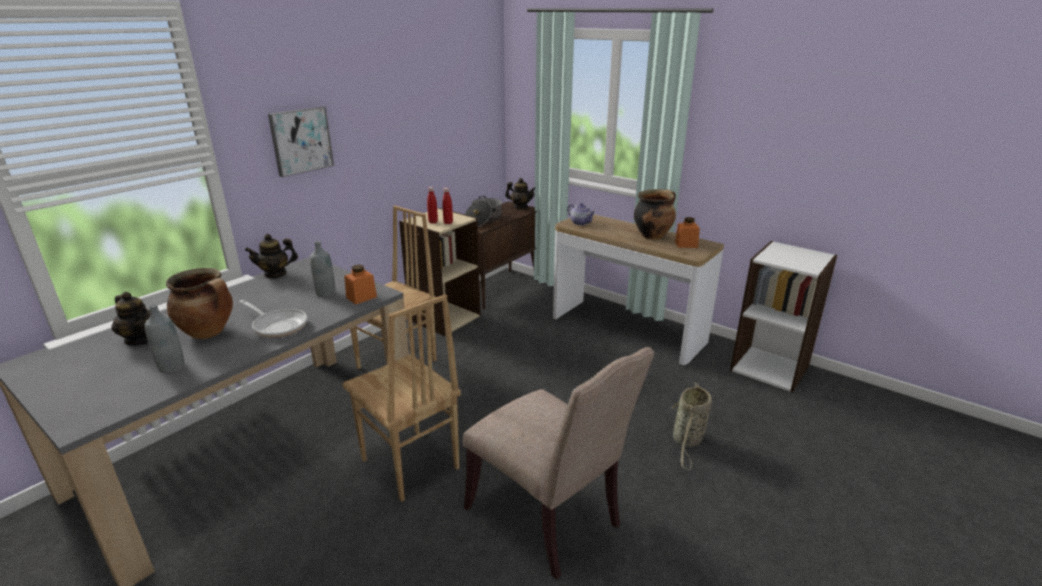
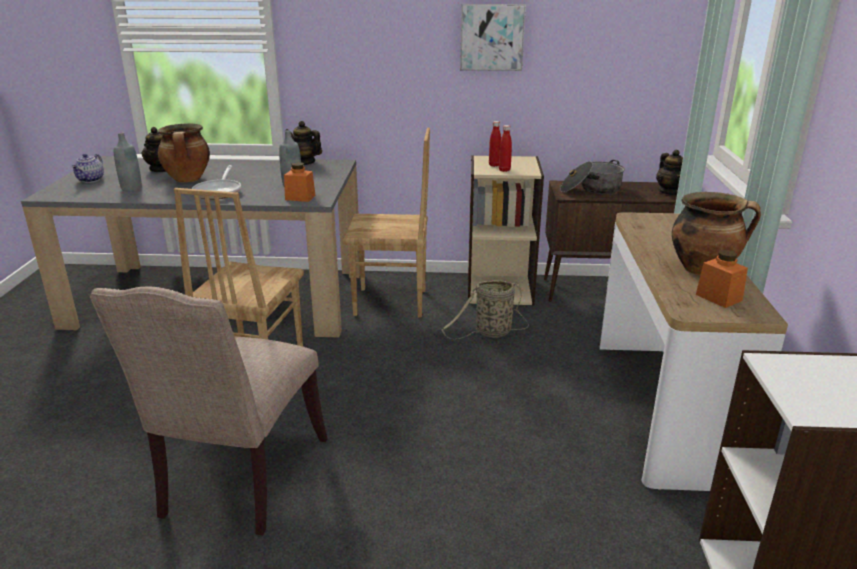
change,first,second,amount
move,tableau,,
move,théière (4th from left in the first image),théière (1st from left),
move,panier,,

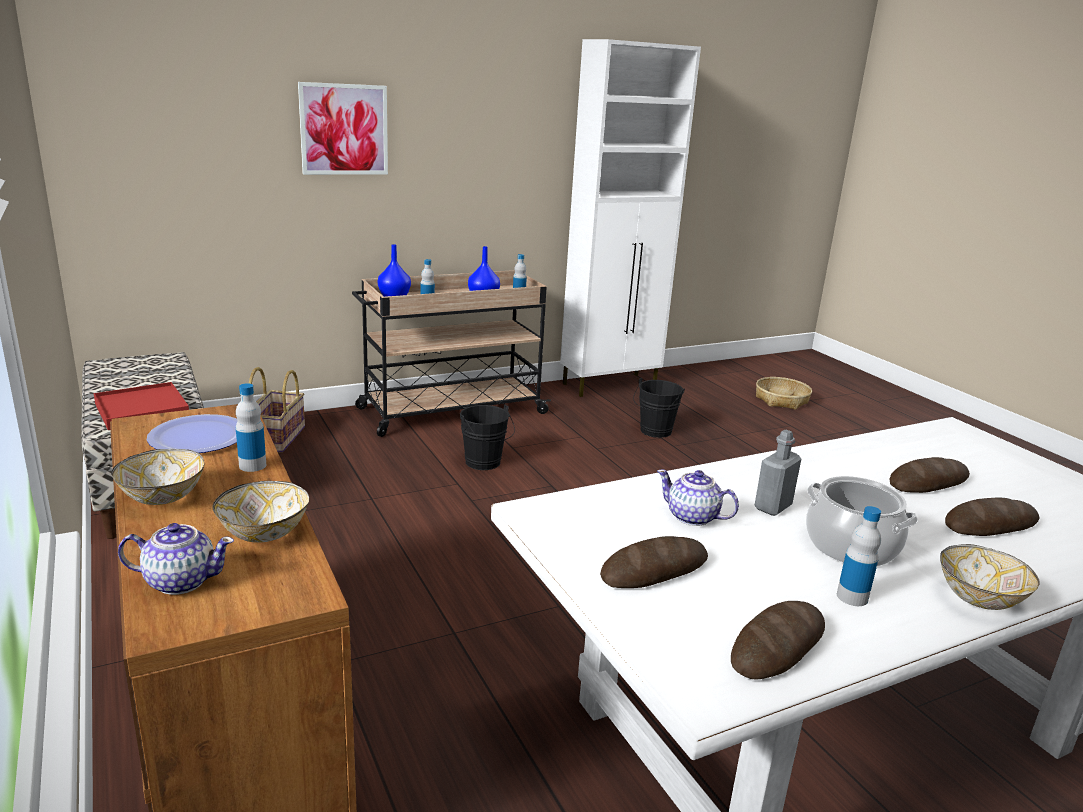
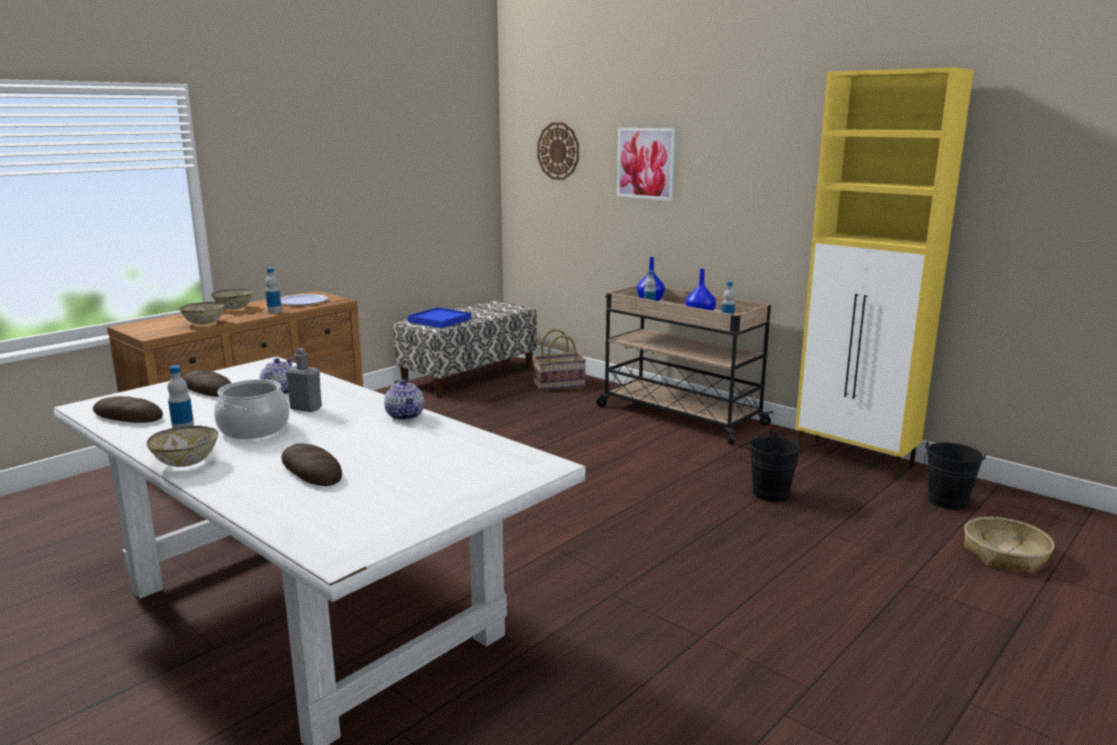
change,first,second,amount
delete,pain (3rd from left),,
insert,,horloge murale,
move,théière (1st from left in the first image),théière (2nd from left),
move,seau/noir (1st from left in the first image),seau/noir (2nd from left),
recolor,plateau/rouge,plateau/bleu,
recolor,meuble de rangement/blanc,meuble de rangement/jaune,

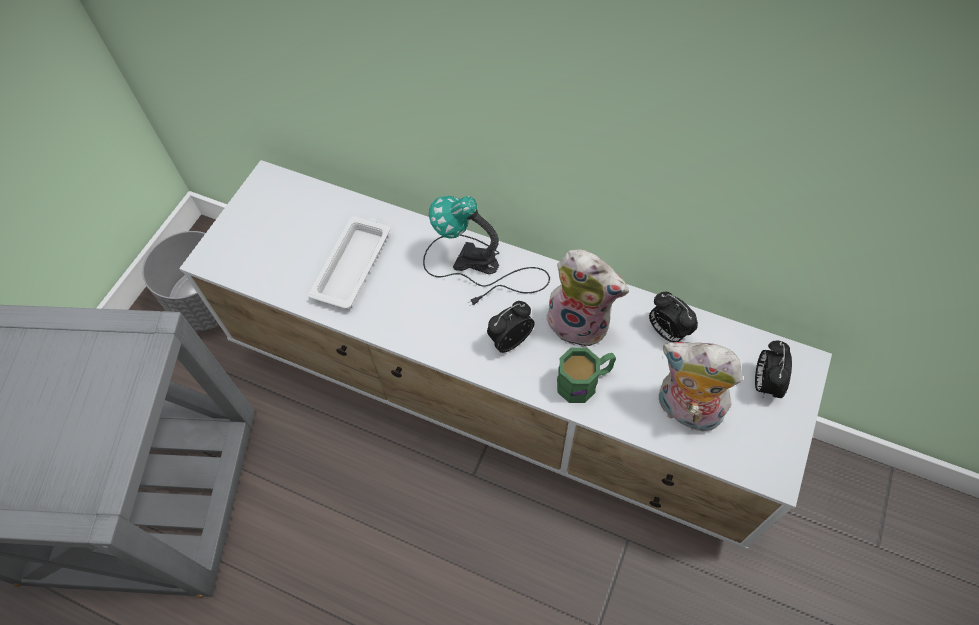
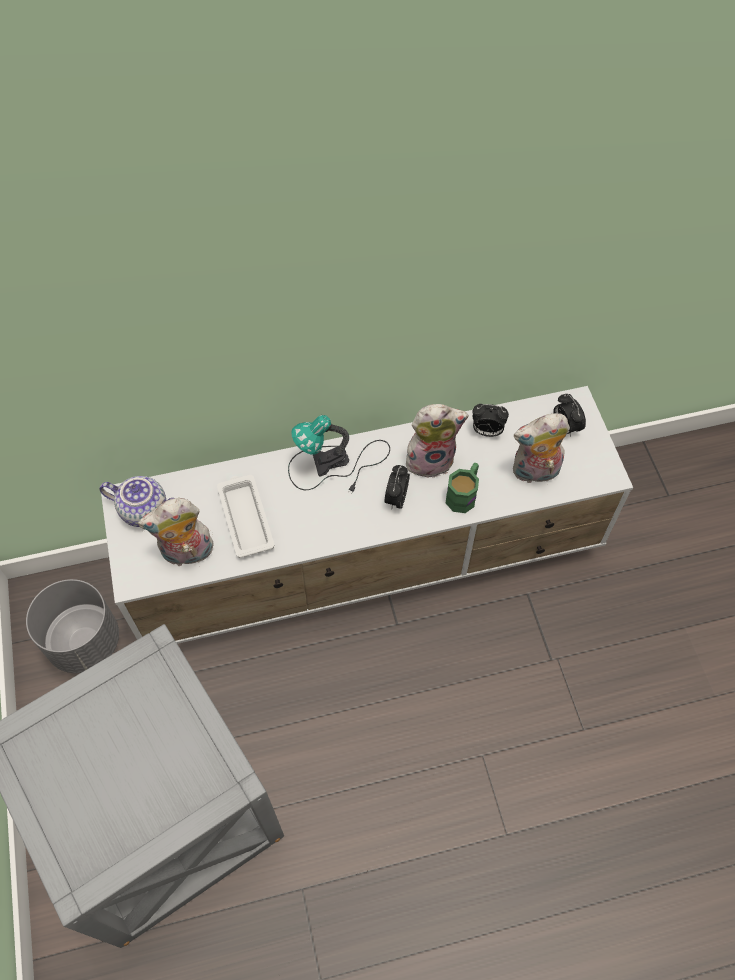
change,first,second,amount
insert,,théière,
insert,,peluche (1st from left),

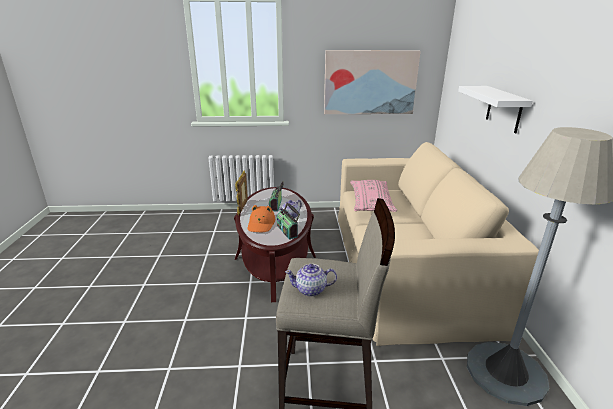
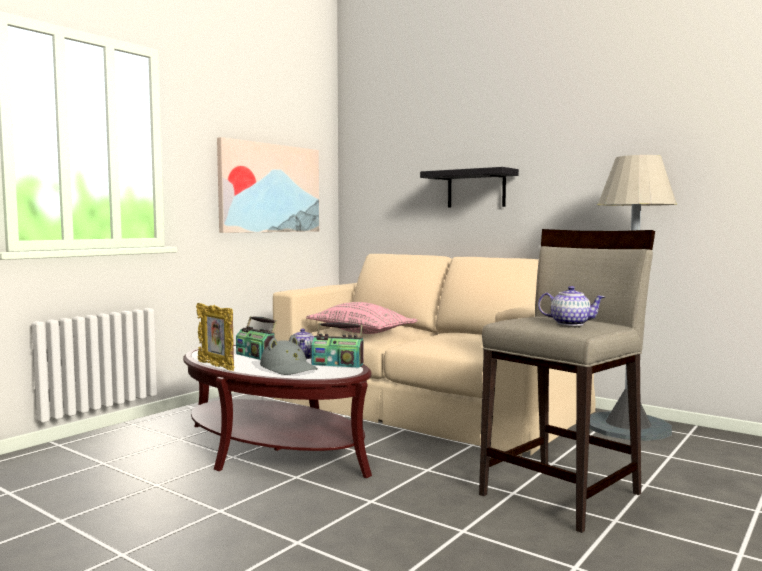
change,first,second,amount
recolor,chapeau/orange,chapeau/gris,
recolor,étagère/blanc,étagère/noir,
rotate,théière (2nd from left),,105 degrees counterclockwise

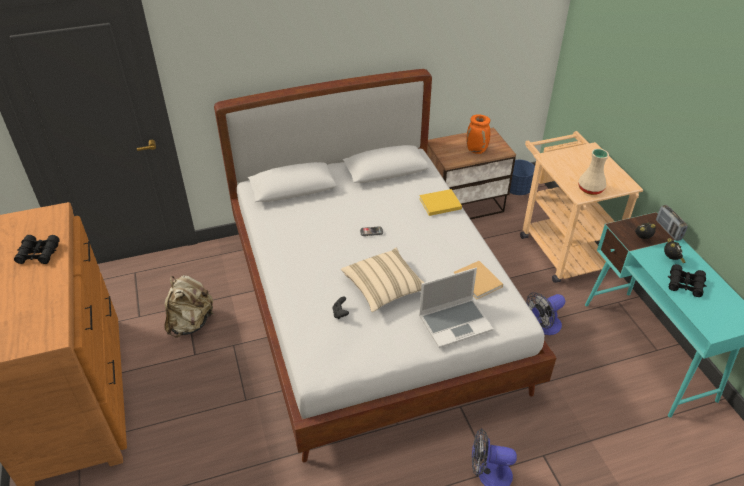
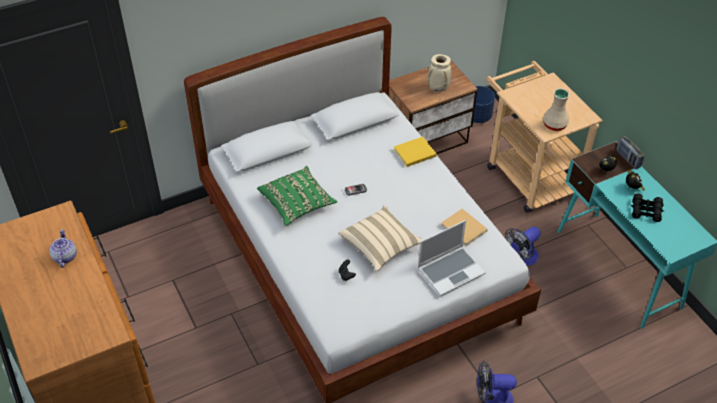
change,first,second,amount
delete,sac à dos/beige,,
insert,,coussin/vert,
replace,jumelles/noir (1st from left),théière,
recolor,vase/orange,vase/beige (1st from left),

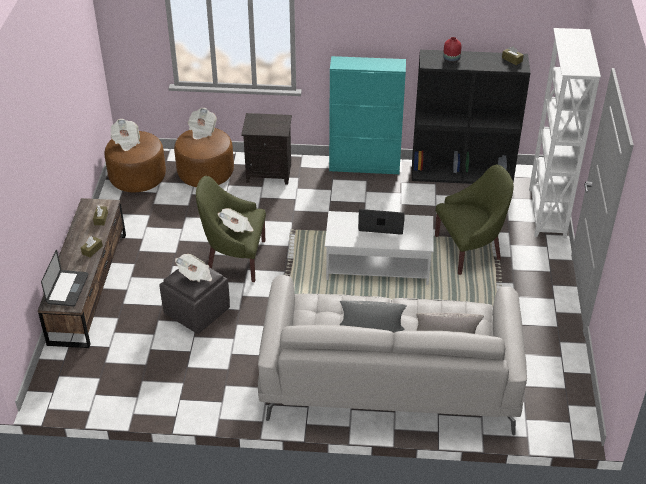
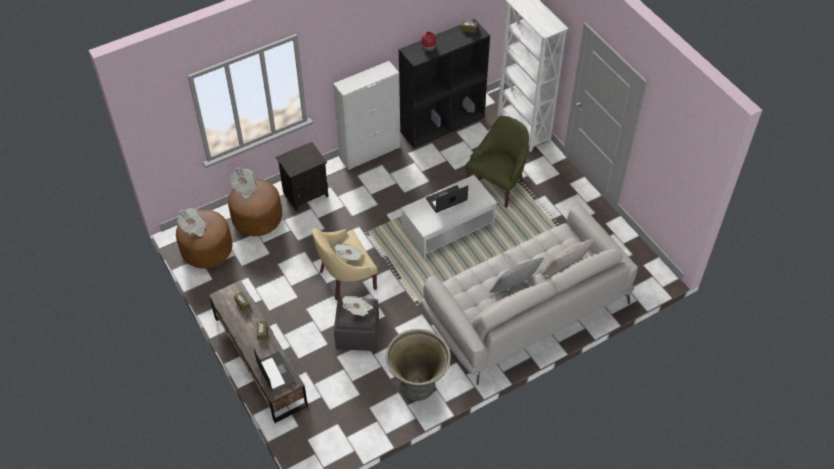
change,first,second,amount
insert,,cache-pot/gris,
recolor,fauteuil/vert (1st from left),fauteuil/beige,
recolor,meuble de rangement/turquoise,meuble de rangement/blanc,

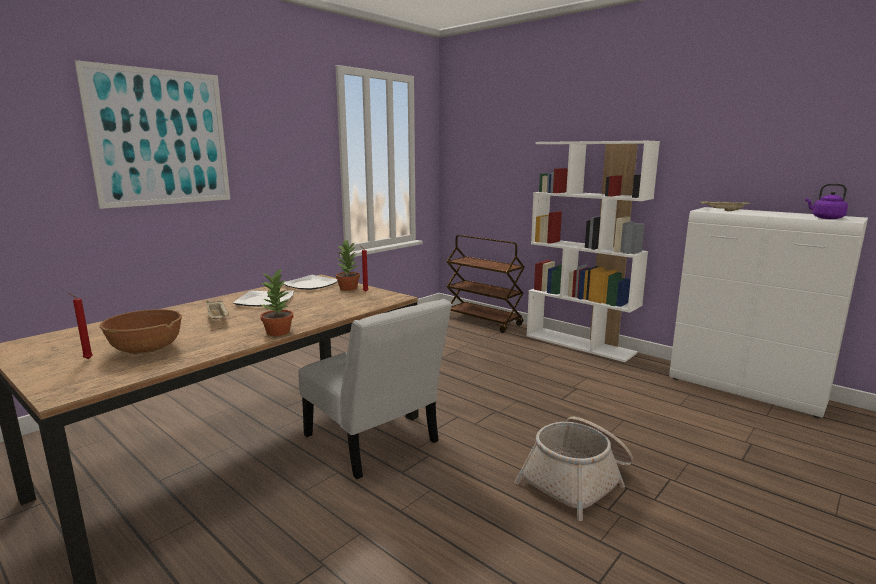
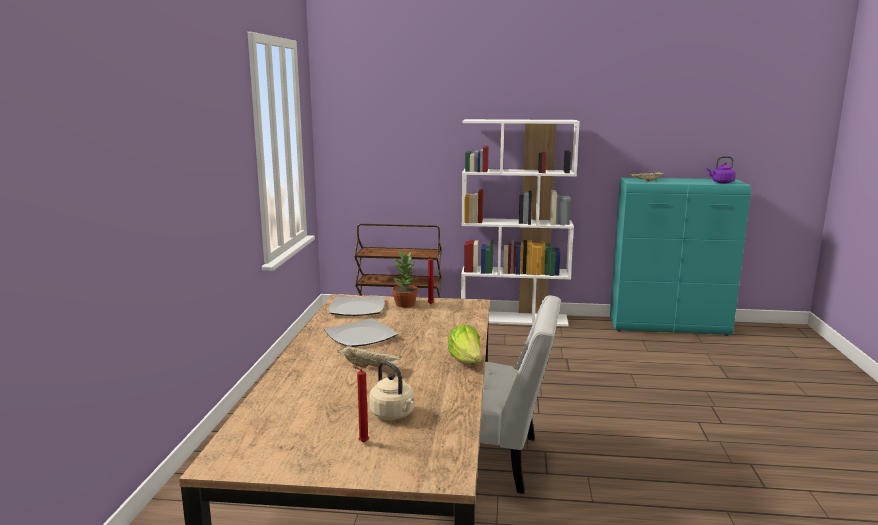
change,first,second,amount
delete,tableau,,
delete,panier,,
replace,bol/marron,bouilloire/beige,
replace,plante en pot (1st from left),laitue,
recolor,meuble de rangement/blanc,meuble de rangement/turquoise,

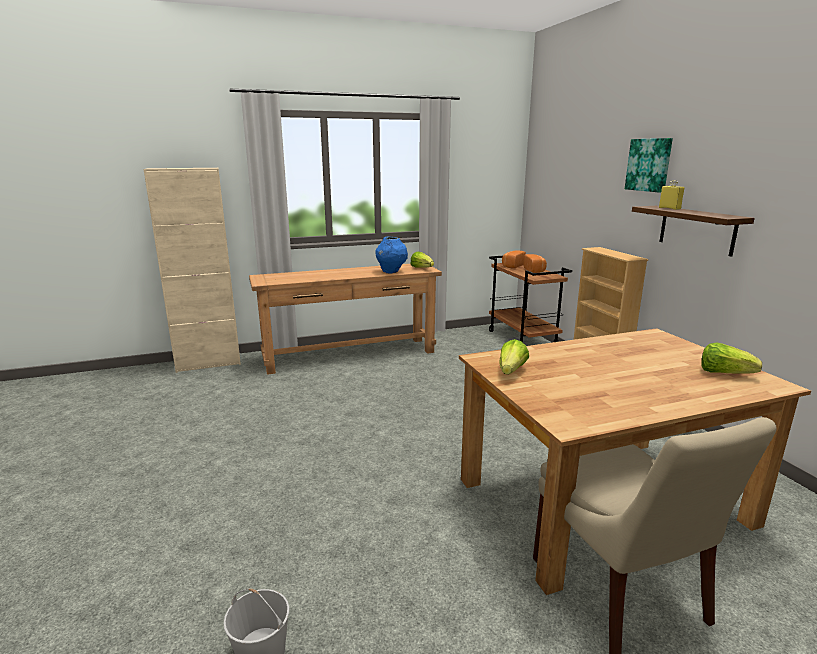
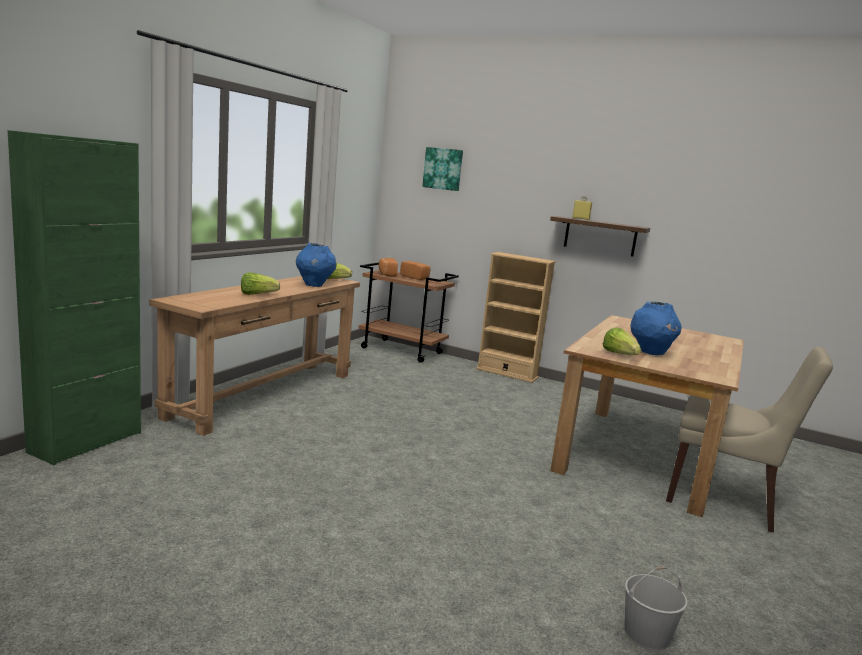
change,first,second,amount
insert,,vase/bleu (2nd from left),
move,tableau,,
move,laitue (3rd from left in the first image),laitue (1st from left),
recolor,meuble de rangement/beige,meuble de rangement/vert,

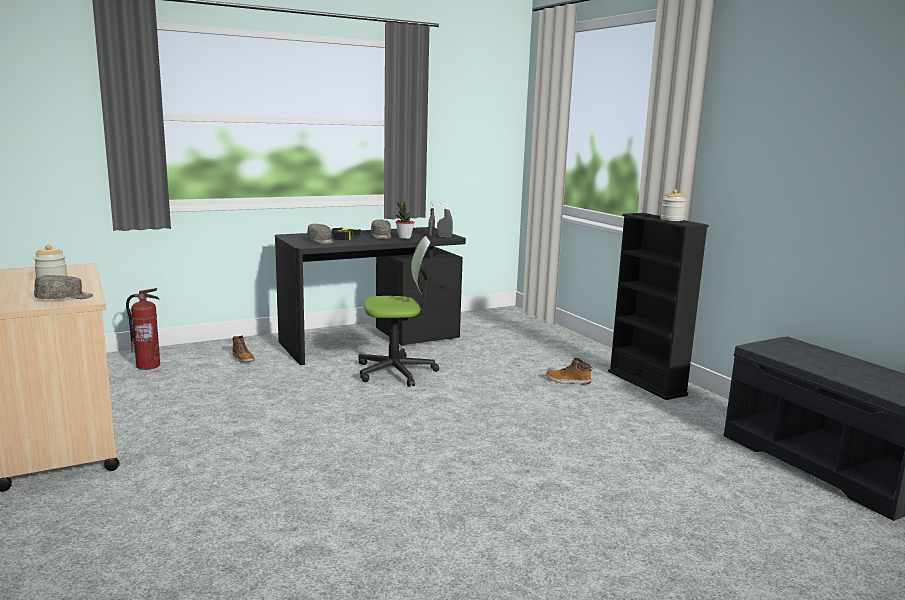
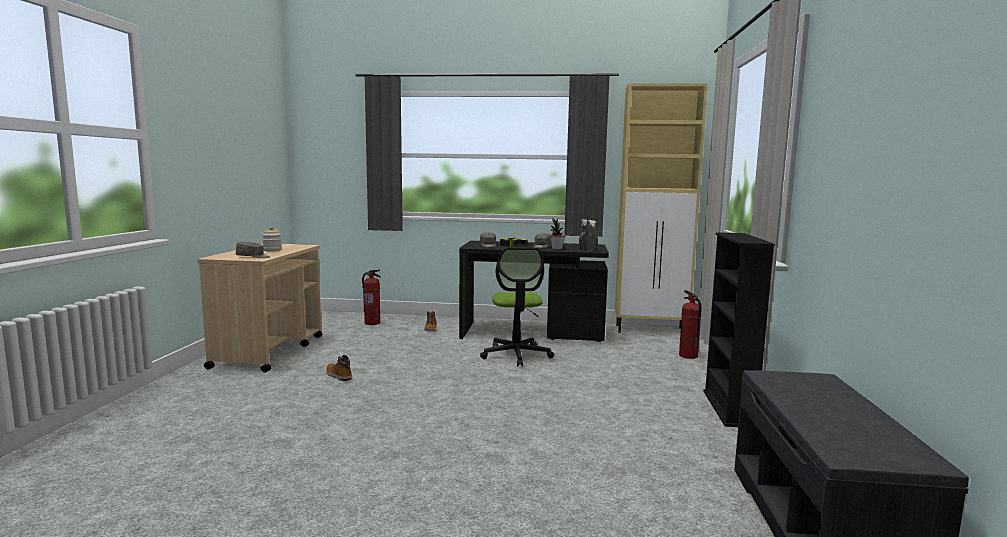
change,first,second,amount
delete,bocal (2nd from left),,
insert,,meuble de rangement/beige,
insert,,extincteur (2nd from left),
move,botte (2nd from left in the first image),botte (1st from left),
rotate,chaise de bureau,,60 degrees clockwise

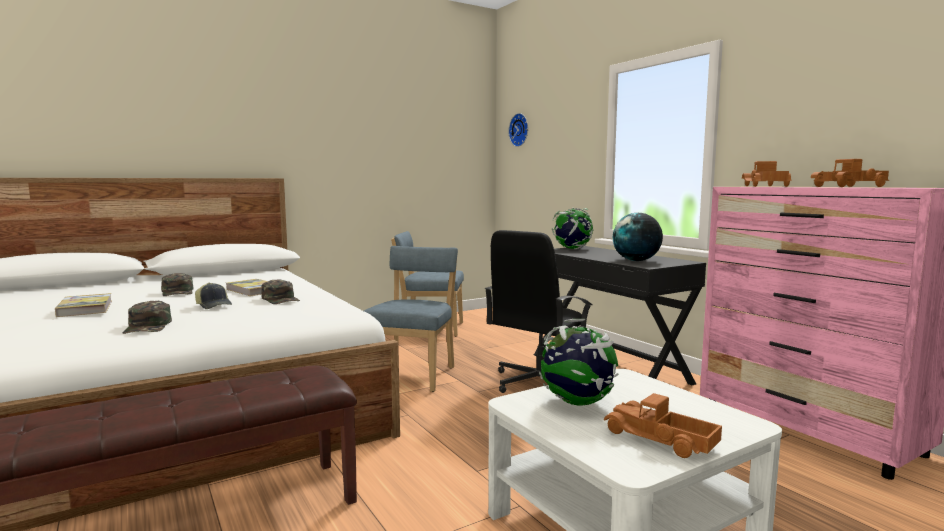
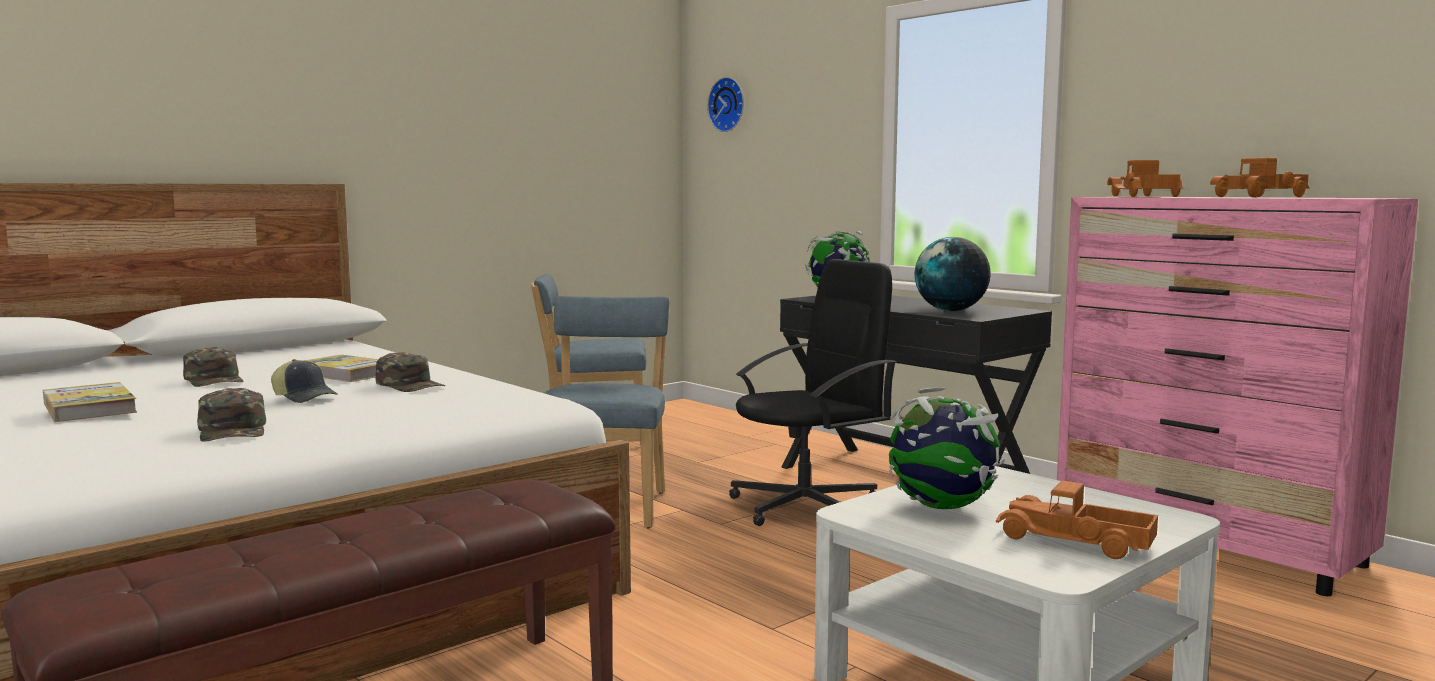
change,first,second,amount
rotate,chaise de bureau/noir,,150 degrees counterclockwise

